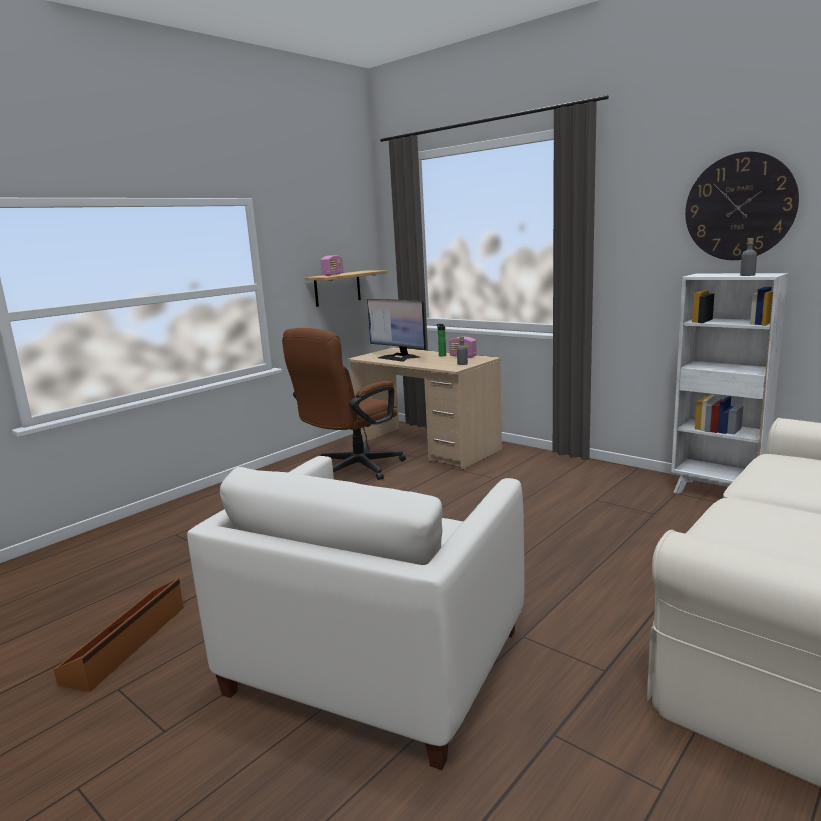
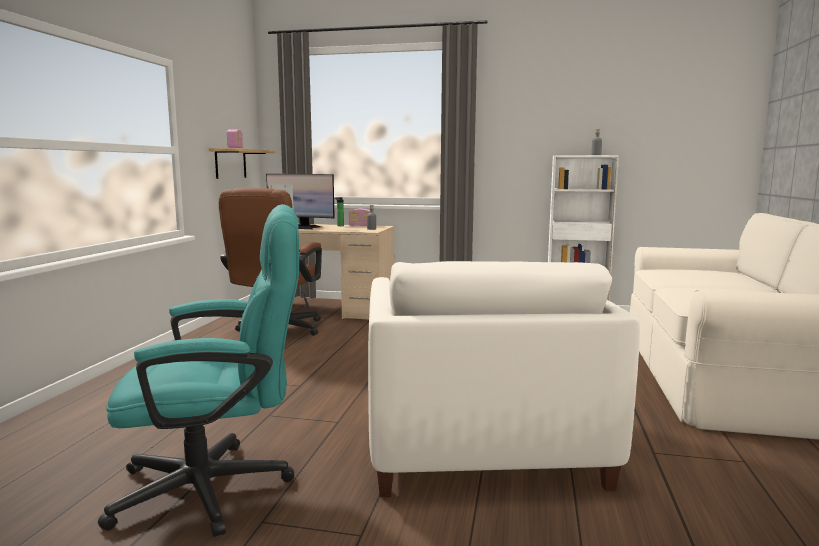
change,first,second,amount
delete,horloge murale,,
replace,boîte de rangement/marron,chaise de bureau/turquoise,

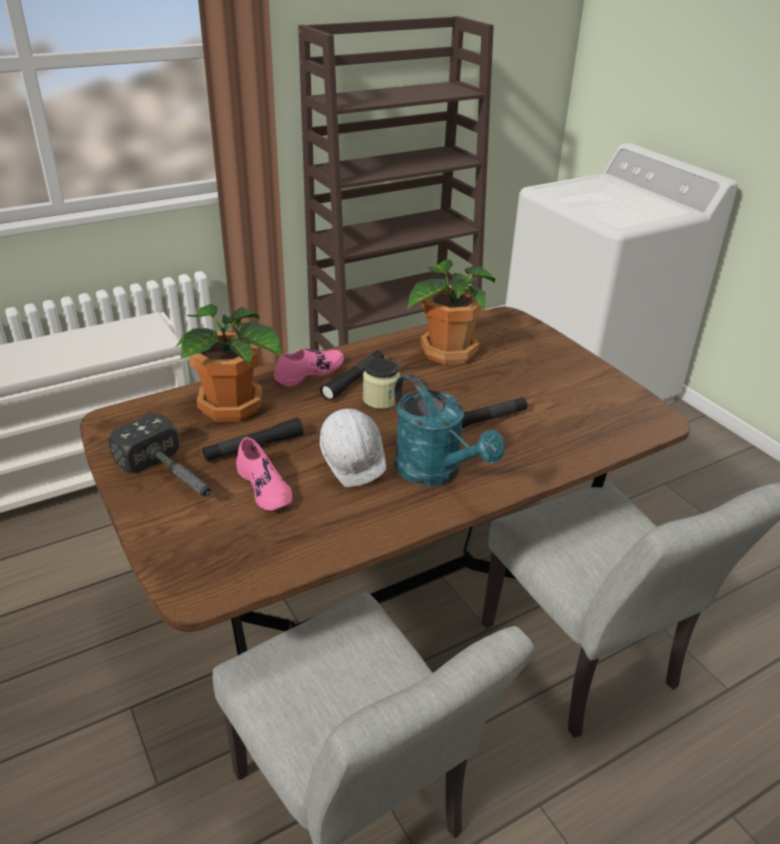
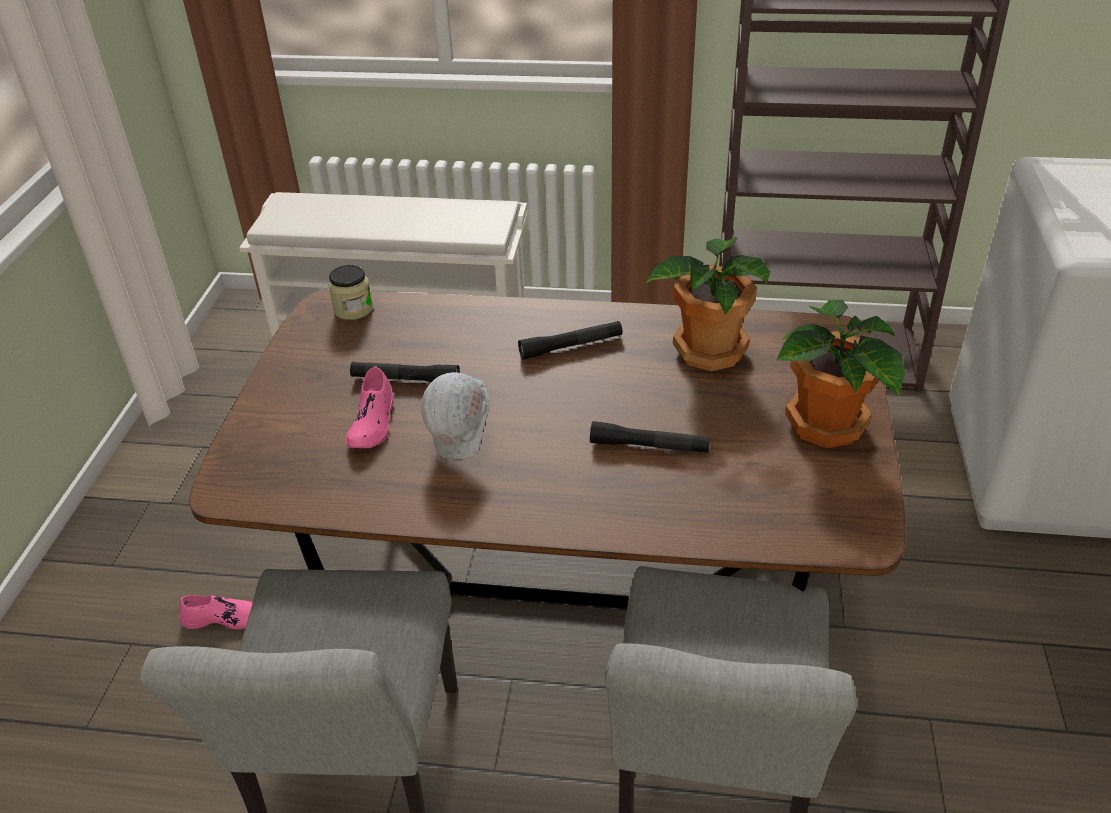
change,first,second,amount
delete,marteau,,
delete,arrosoir/turquoise,,
move,plante en pot (1st from left in the first image),plante en pot (2nd from left),
move,chaussure/rose (2nd from left in the first image),chaussure/rose (1st from left),
move,bocal,,

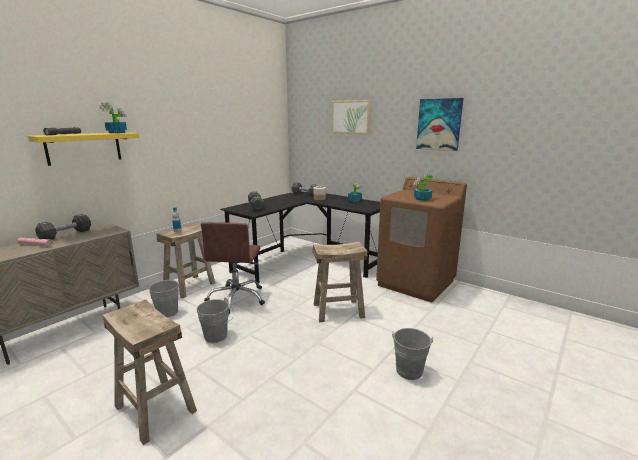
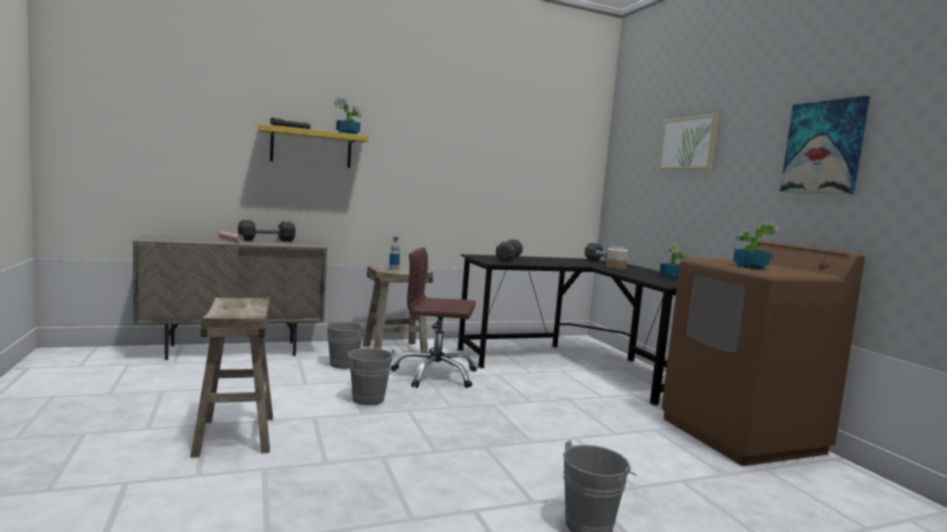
change,first,second,amount
delete,tabouret/beige (3rd from left),,
rotate,chaise de bureau/marron,,60 degrees clockwise

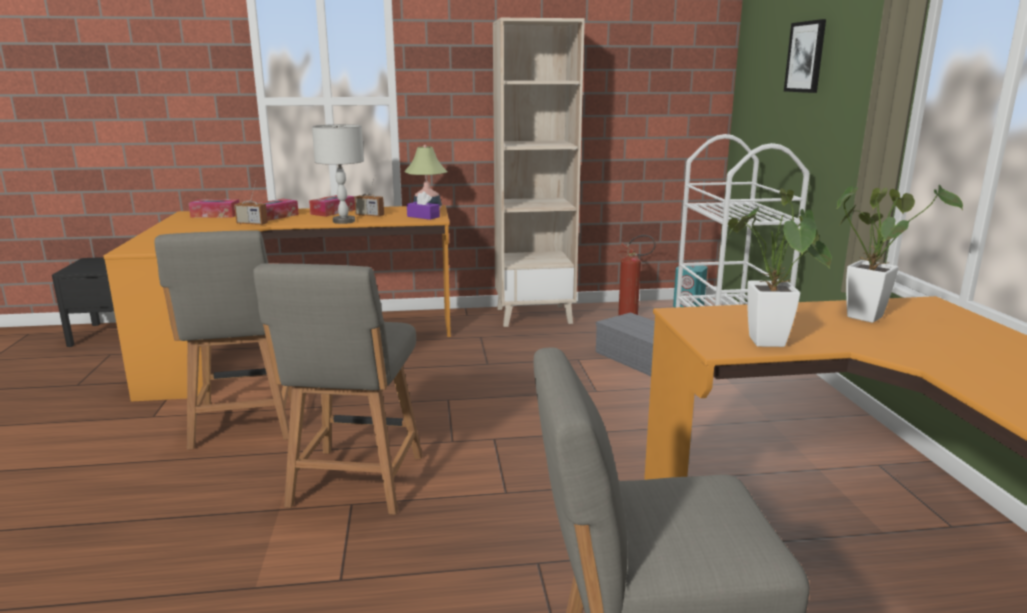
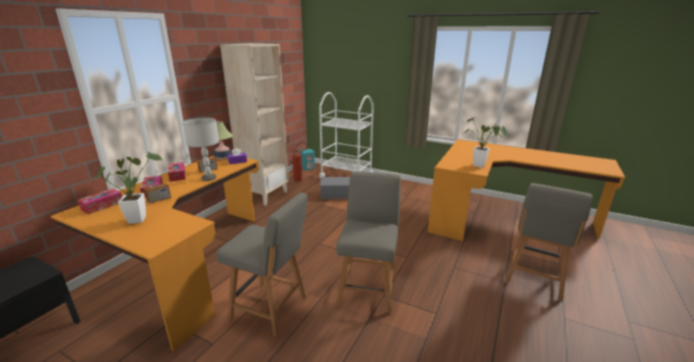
change,first,second,amount
delete,tableau,,
move,plante en pot (2nd from left in the first image),plante en pot (1st from left),
rotate,chaise/gris (2nd from left),,120 degrees counterclockwise

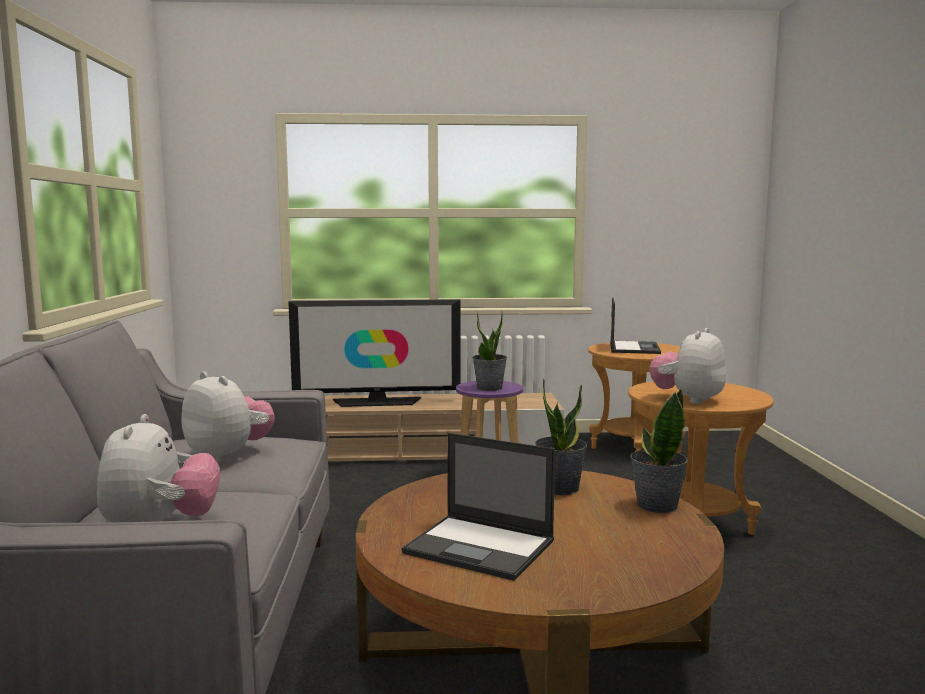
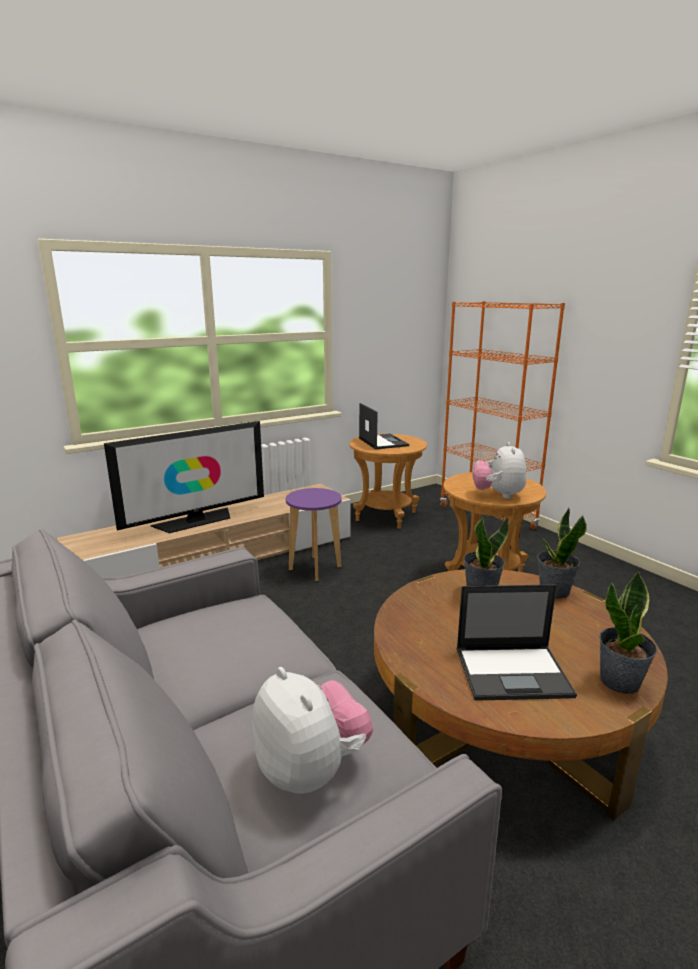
change,first,second,amount
delete,peluche (2nd from left),,
insert,,bibliothèque/orange,
move,plante en pot (1st from left in the first image),plante en pot (3rd from left),

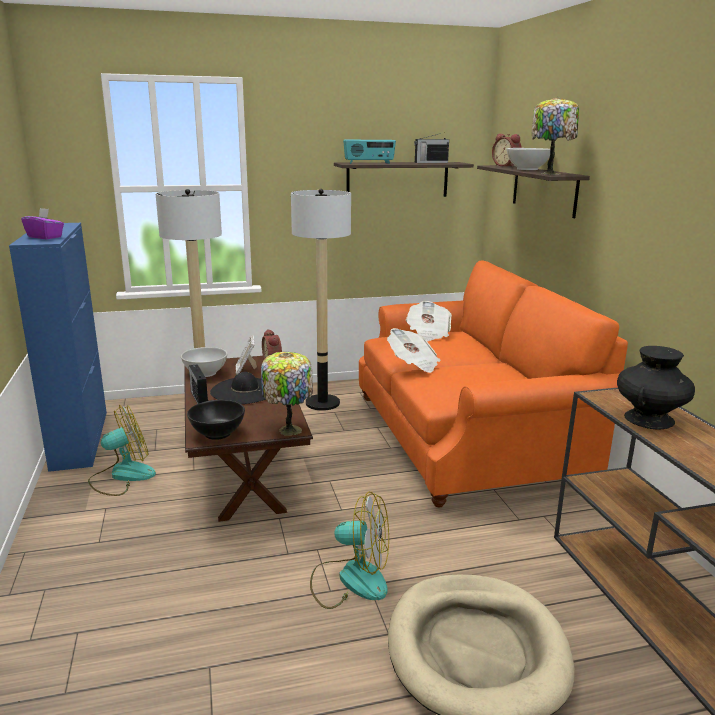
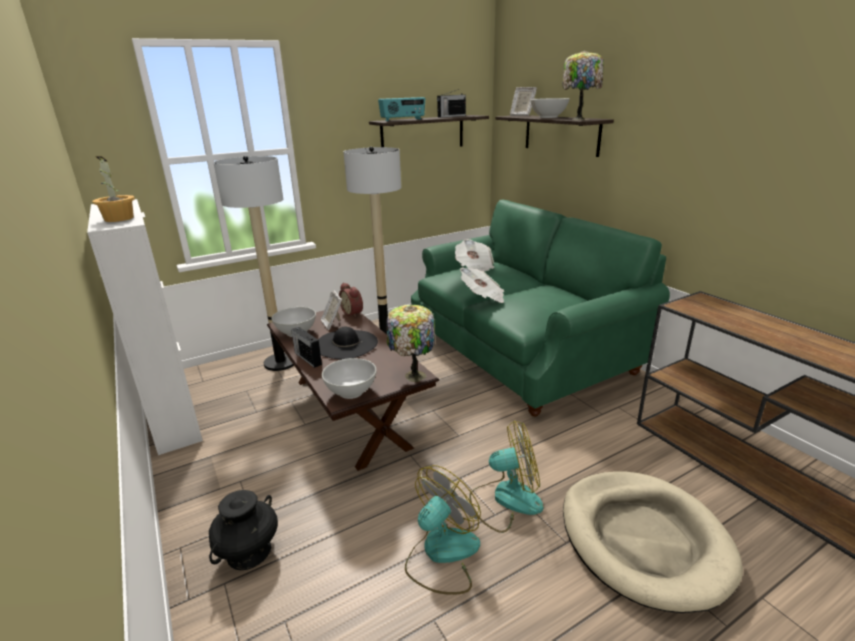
change,first,second,amount
move,ventilateur (1st from left),,
move,vase/noir,,
replace,boîte à mouchoirs/violet,plante en pot,
replace,réveil (2nd from left),cadre photo (2nd from left),
recolor,meuble de rangement/bleu,meuble de rangement/blanc,
recolor,bol/noir,bol/blanc (2nd from left),
recolor,canapé/orange,canapé/vert,

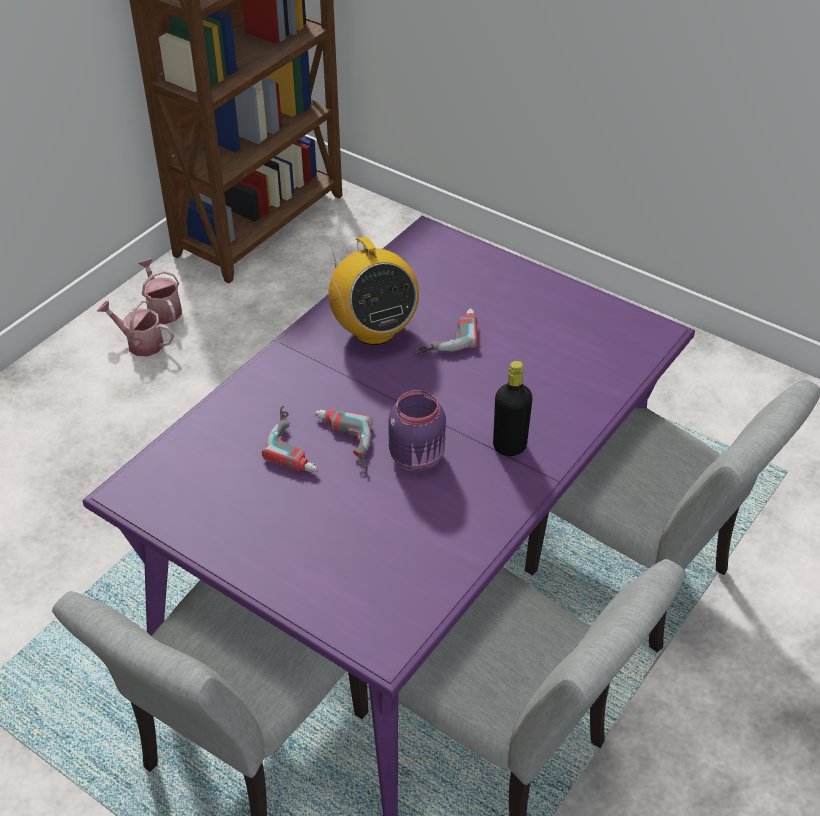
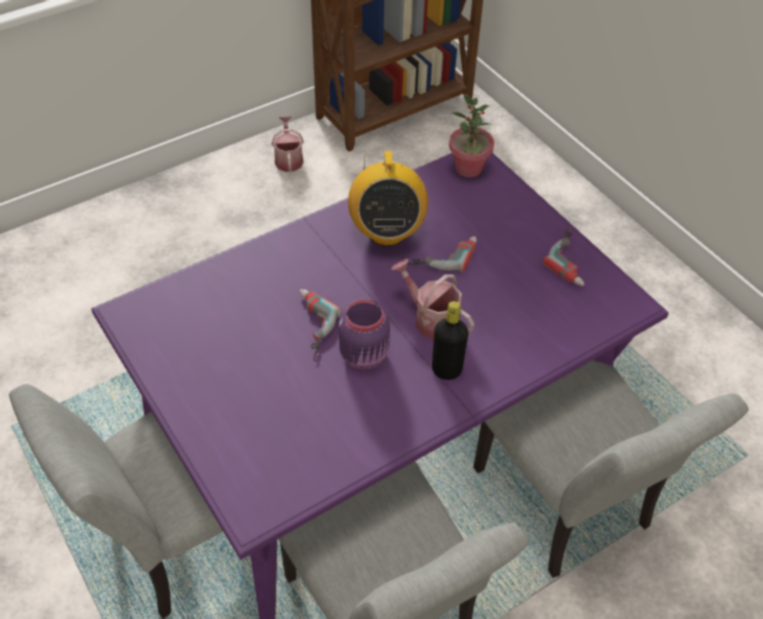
change,first,second,amount
insert,,plante en pot,
move,arrosoir (1st from left in the first image),arrosoir (2nd from left),
move,perceuse (1st from left in the first image),perceuse (3rd from left),

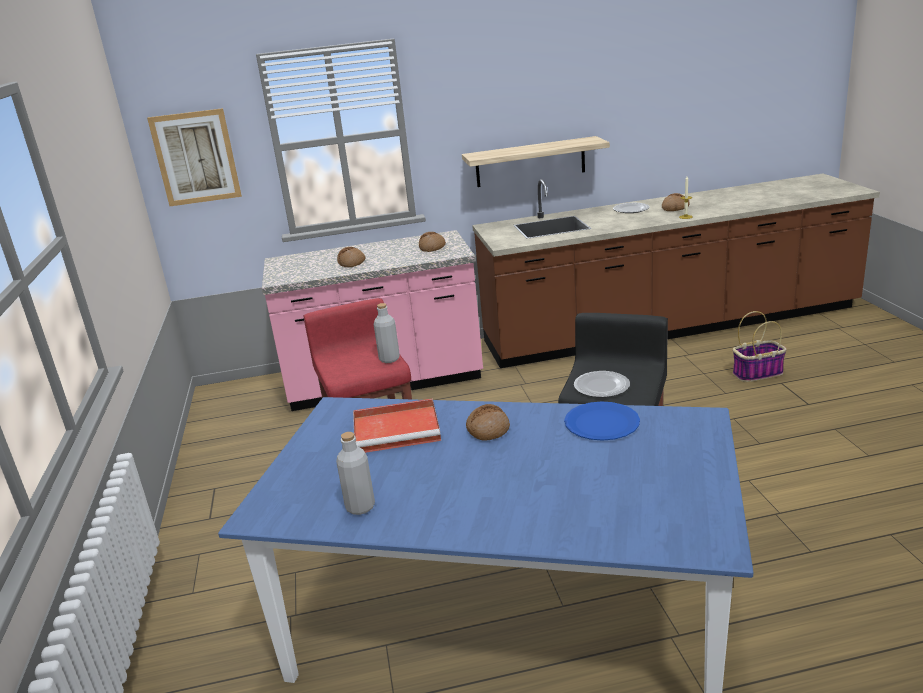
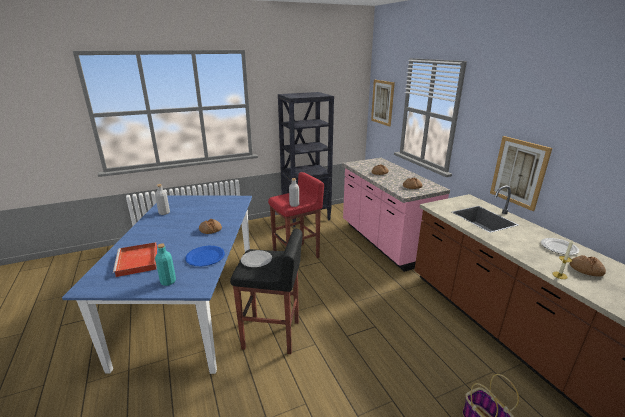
change,first,second,amount
insert,,bouteille/turquoise,
insert,,bibliothèque/noir,
move,plateau/rouge,,
replace,étagère,tableau (2nd from left),

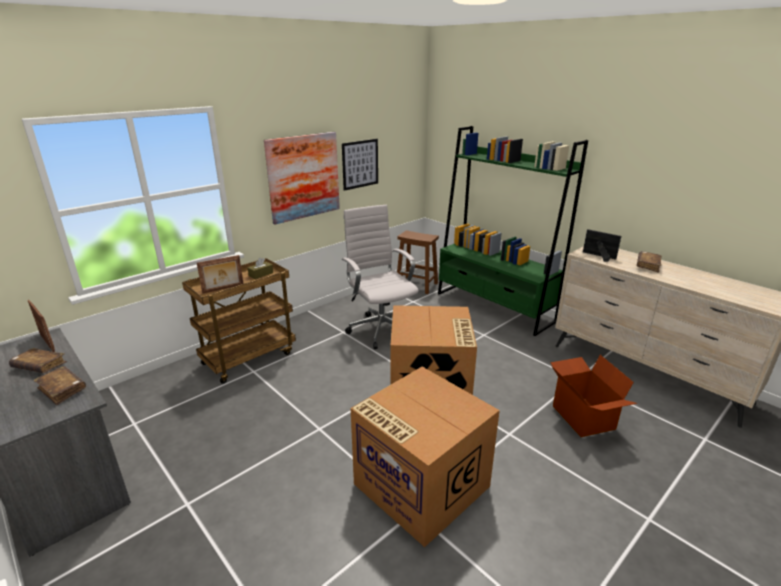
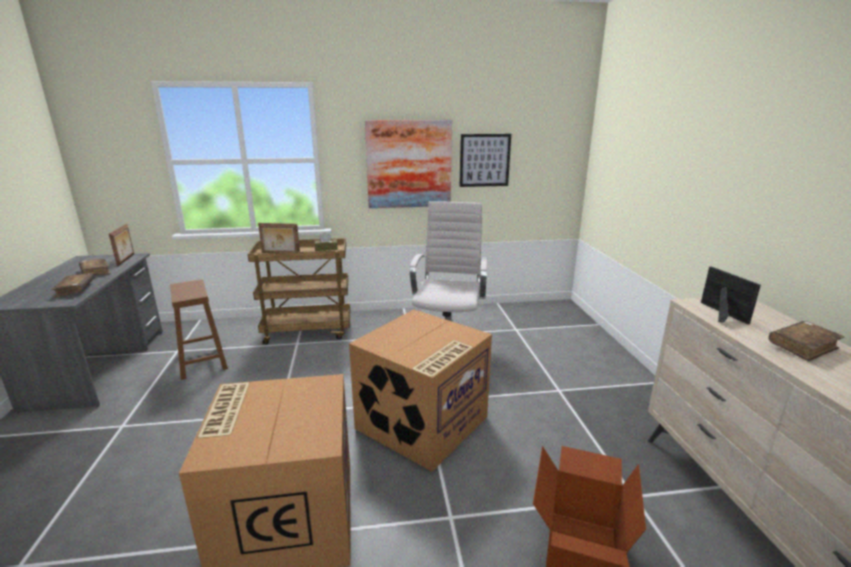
change,first,second,amount
delete,bibliothèque/vert,,
move,tabouret/marron,,

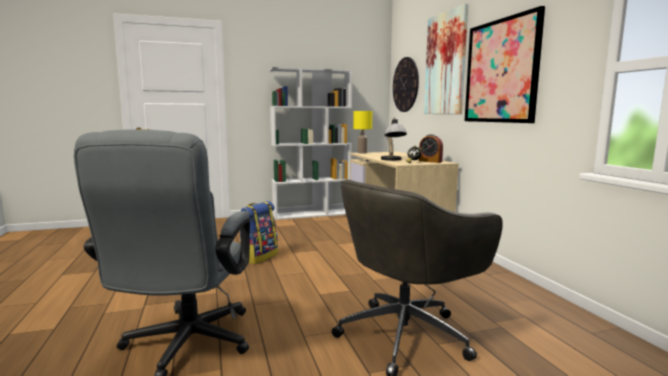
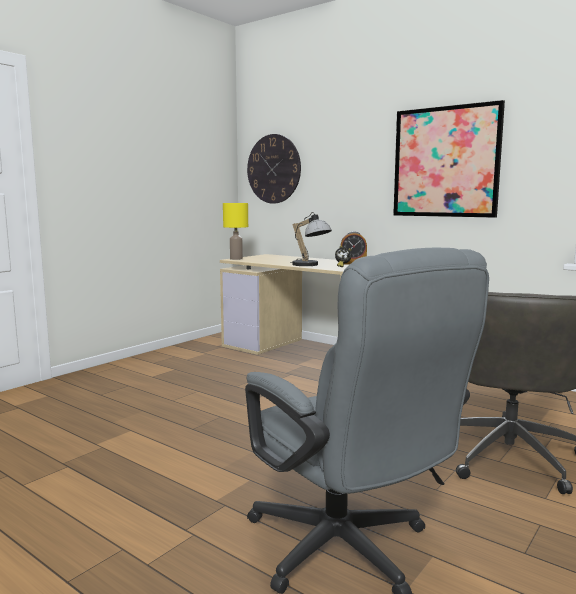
change,first,second,amount
delete,sac à dos,,
delete,bibliothèque/blanc,,
delete,tableau (1st from left),,

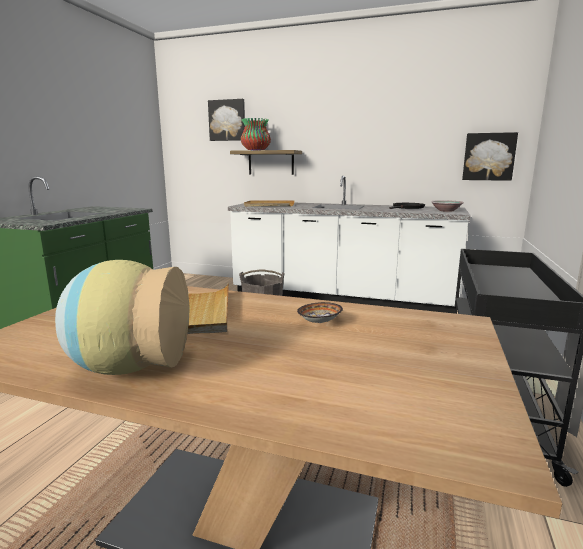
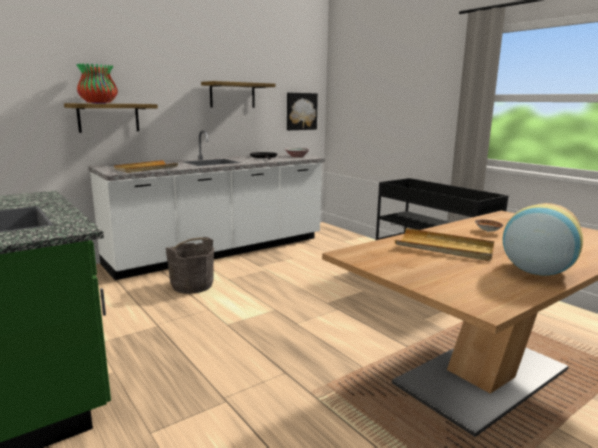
change,first,second,amount
delete,tableau (1st from left),,
insert,,étagère (2nd from left),

